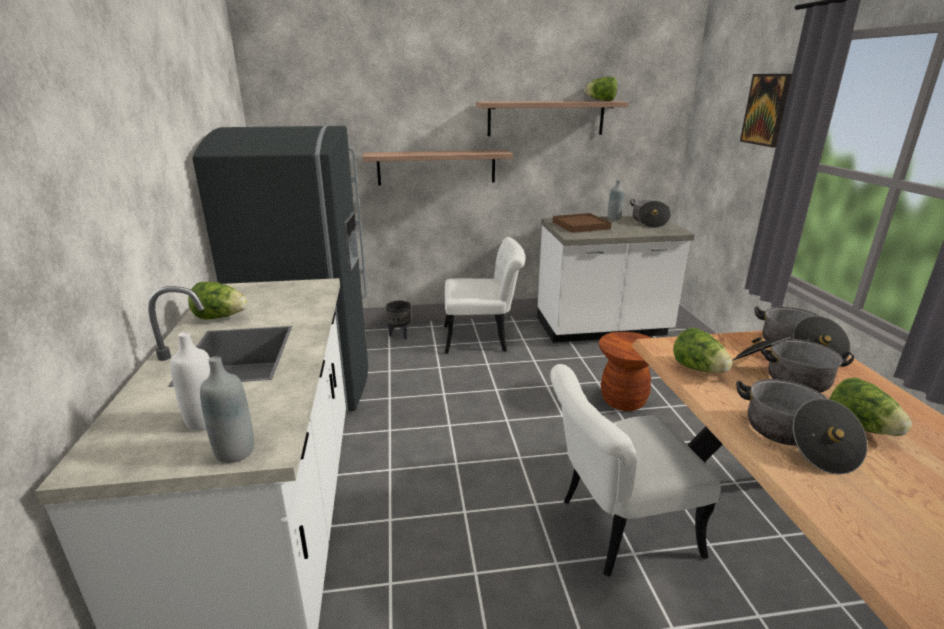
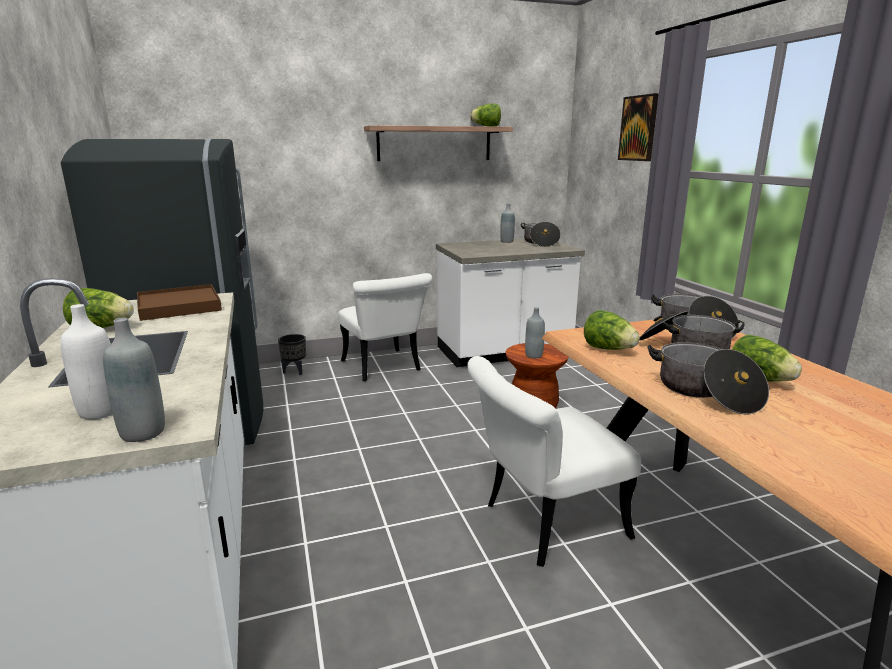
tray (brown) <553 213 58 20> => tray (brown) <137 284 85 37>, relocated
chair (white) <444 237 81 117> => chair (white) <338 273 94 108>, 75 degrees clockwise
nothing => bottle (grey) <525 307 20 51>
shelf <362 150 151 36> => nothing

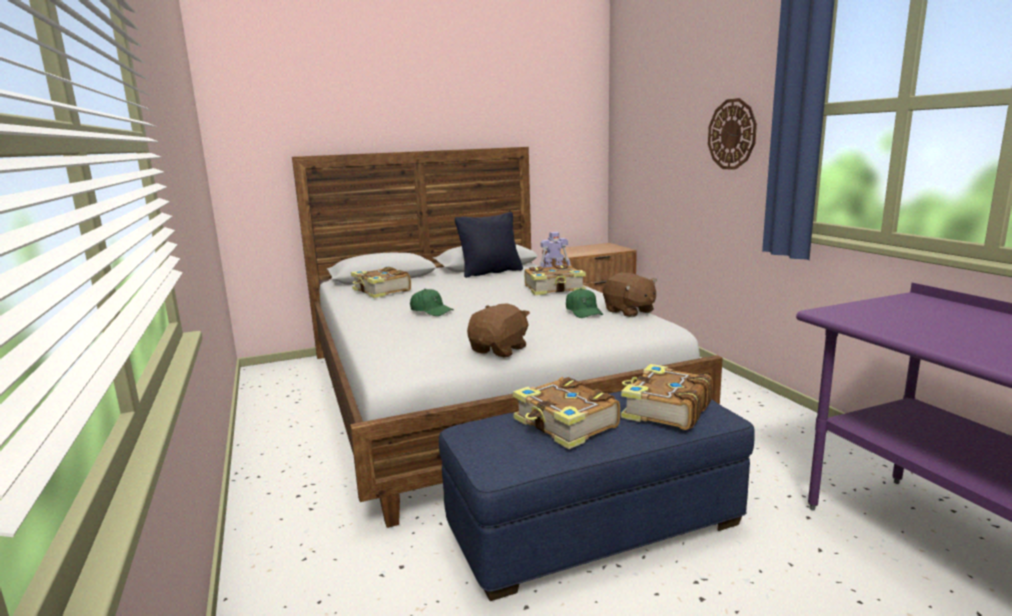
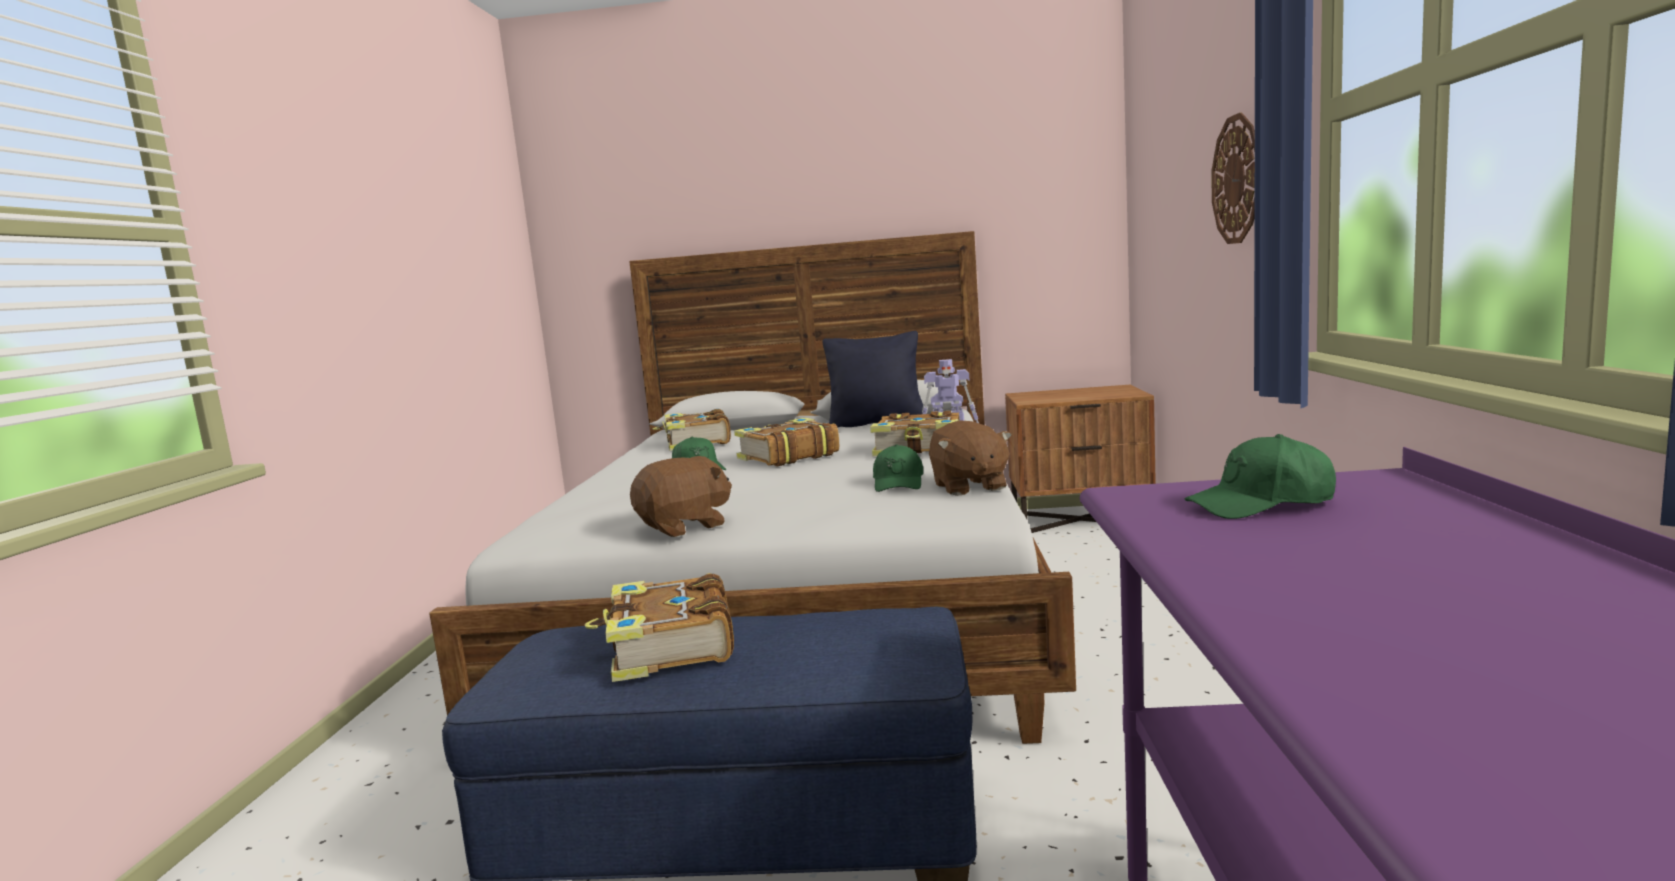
book <621 364 92 66> => book <734 418 105 48>, relocated
nothing => cap (green) <1185 434 151 85>

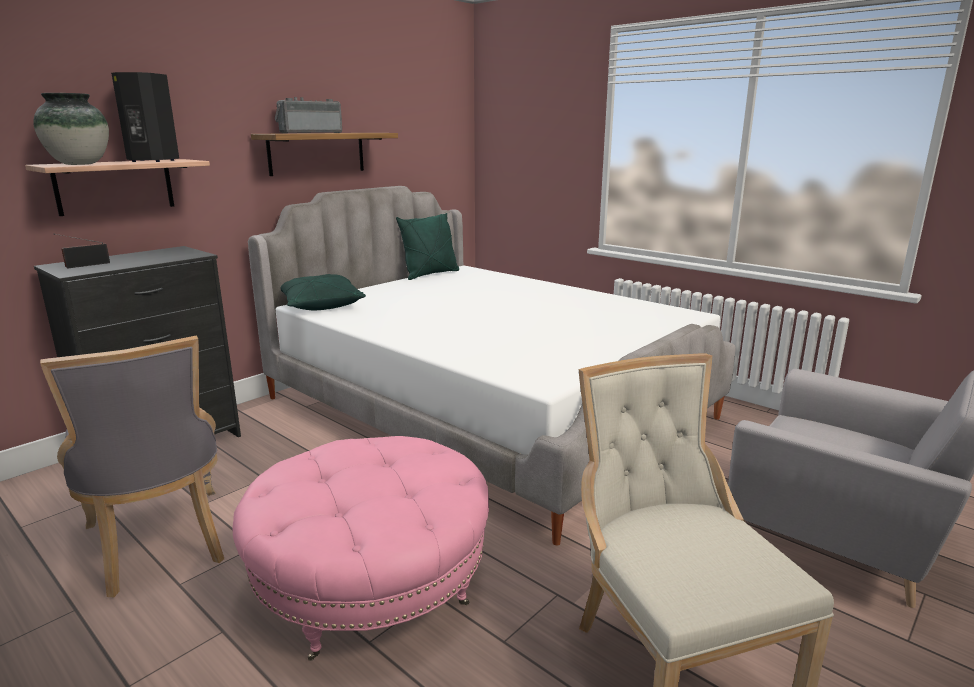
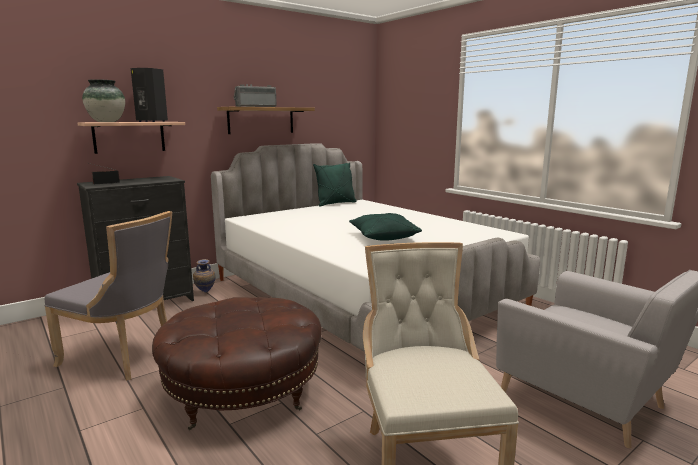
chair (grey) <40 336 184 261> => chair (grey) <44 211 128 170>, 45 degrees counterclockwise
ottoman (pink) <232 436 257 225> => ottoman (brown) <152 297 170 133>
nothing => vase <193 259 23 33>
pillow (green) <280 274 86 36> => pillow (green) <349 213 73 28>, relocated

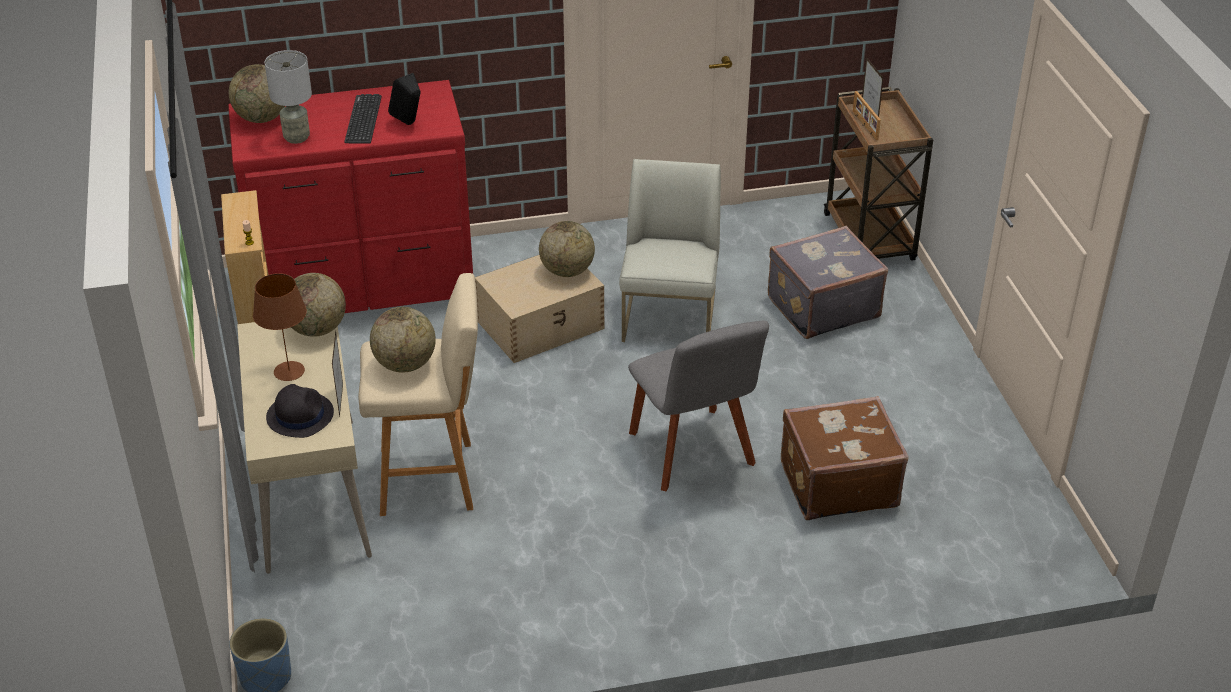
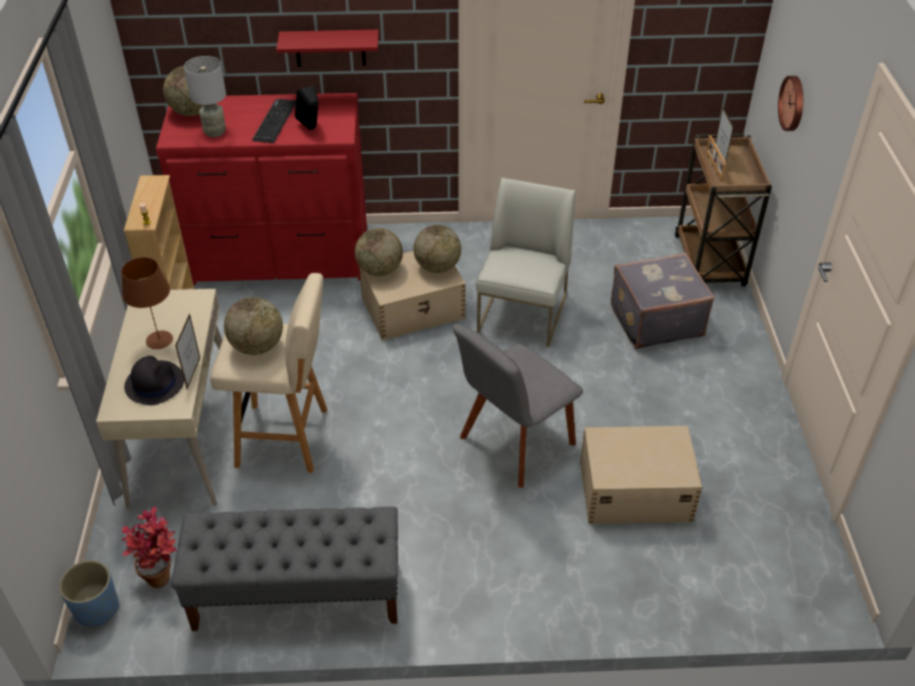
nothing => potted plant <122 507 55 81>
nothing => bench (grey) <171 507 227 124>
nothing => shelf (red) <276 30 102 37>
globe <291 273 55 64> => globe <355 228 48 48>, relocated
chair (grey) <628 320 141 171> => chair (grey) <453 324 130 164>, 60 degrees clockwise
suitcase (brown) <781 396 128 124> => storage box (beige) <580 426 122 98>
nothing => wall clock <778 76 25 55>

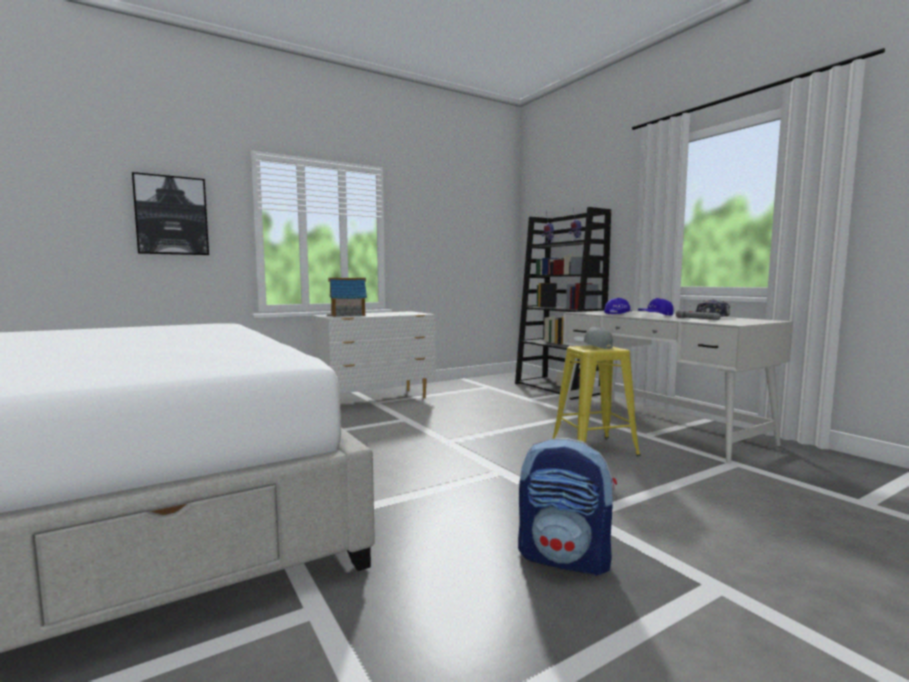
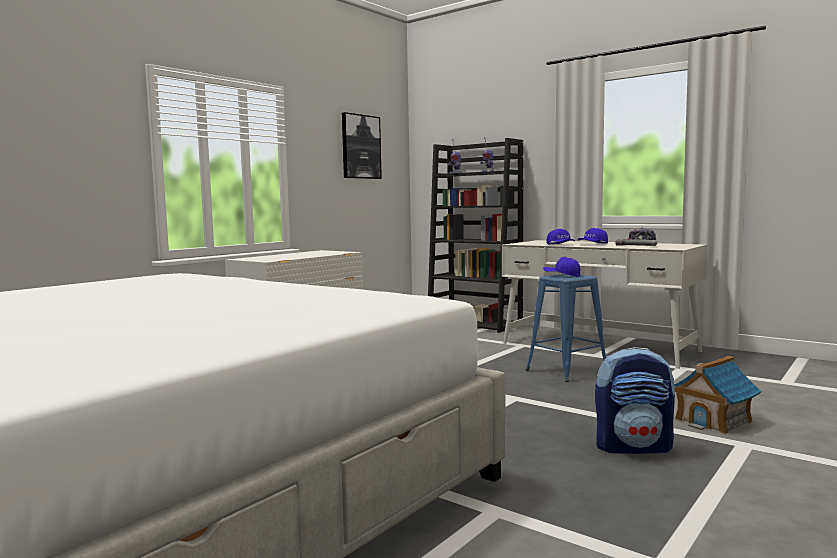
picture <132 172 77 83> => picture <342 112 40 67>, relocated
stool (yellow) <552 345 88 111> => stool (blue) <526 274 80 108>
cap (grey) <574 327 39 22> => cap (blue) <543 257 38 20>
toy house <327 278 40 39> => toy house <674 356 88 78>, relocated

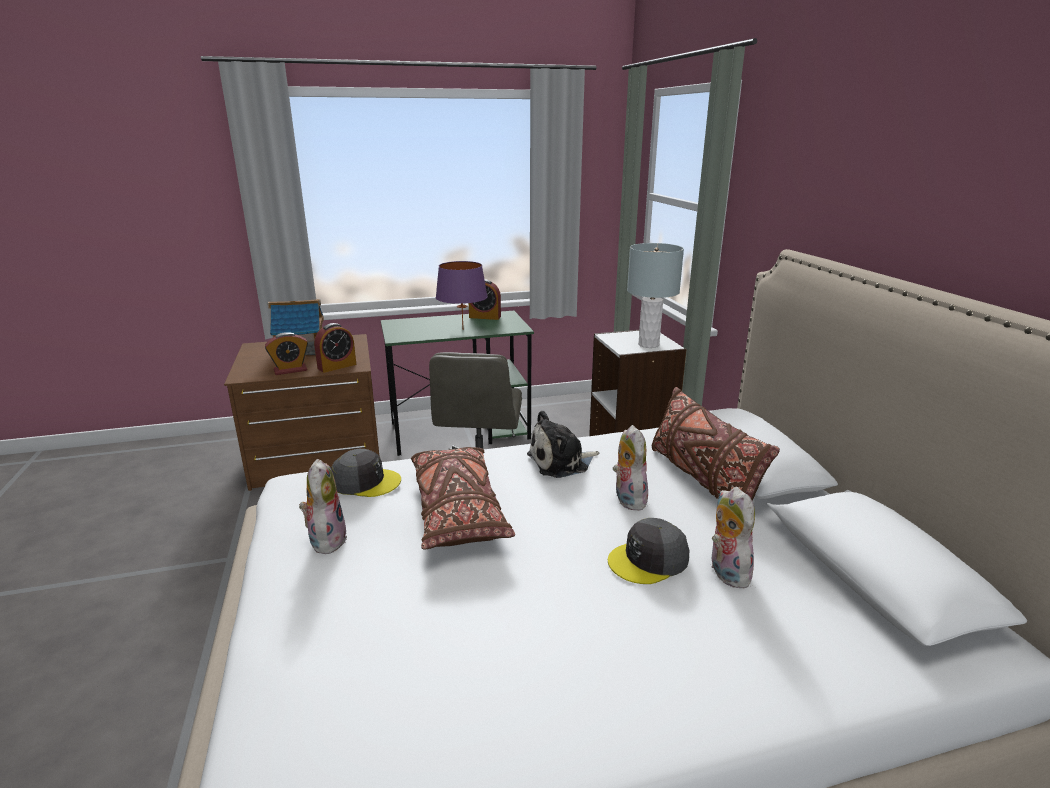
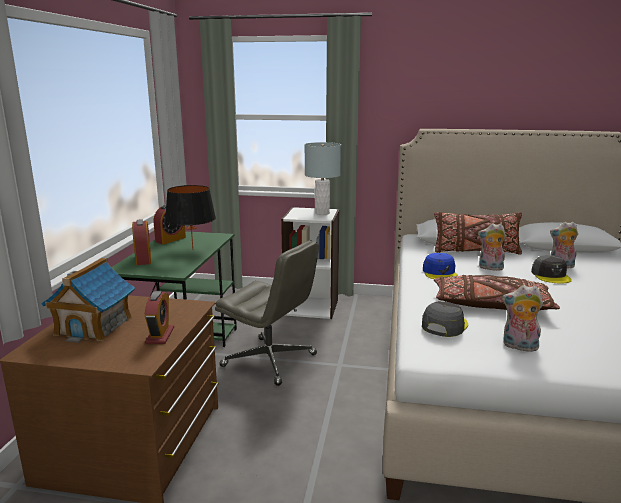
alarm clock <314 323 42 50> => alarm clock <132 219 19 46>, relocated
table lamp (purple) <436 261 52 66> => table lamp (black) <165 185 51 64>
plush toy <527 410 72 68> => cap (blue) <423 253 35 26>

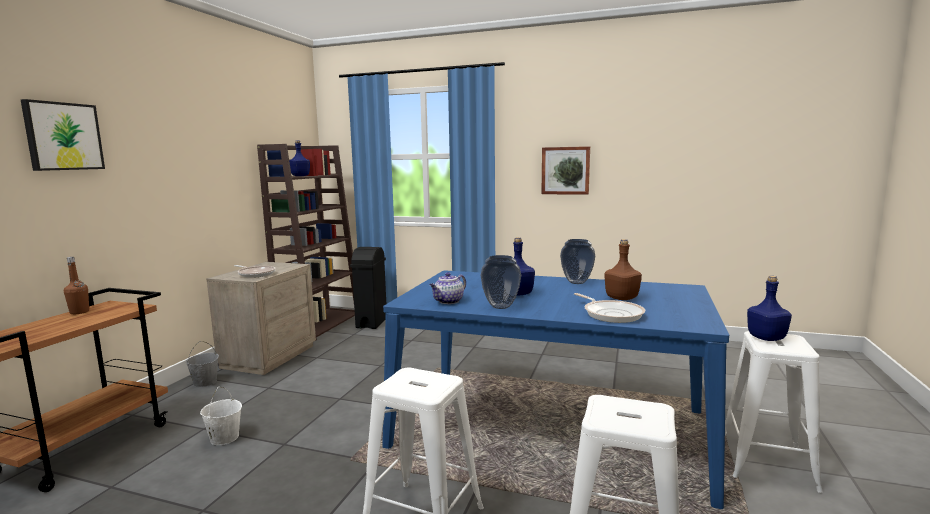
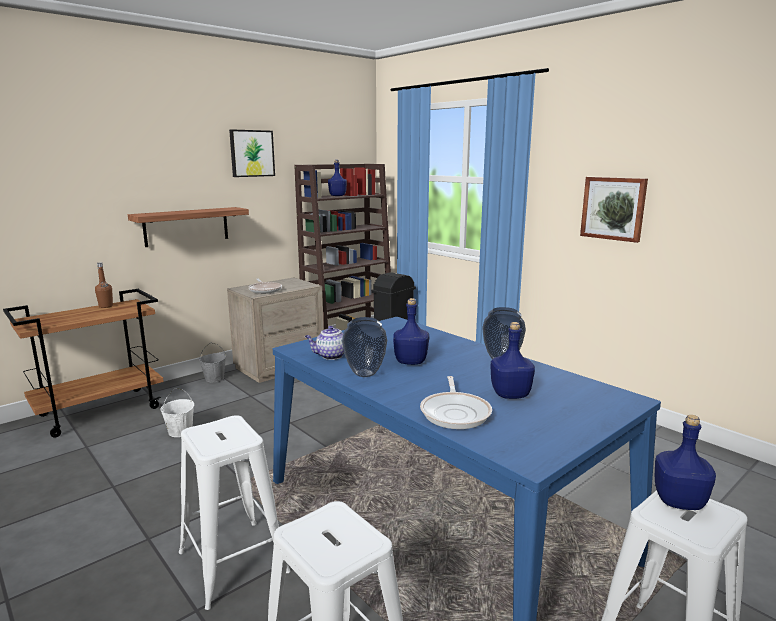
nothing => shelf <128 207 121 40>
picture <21 99 84 72> => picture <229 129 46 48>, relocated
bottle (brown) <604 239 38 61> => bottle (blue) <490 322 45 77>

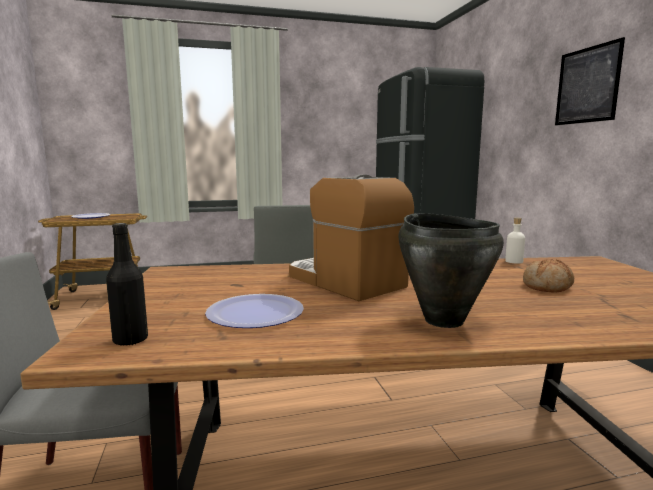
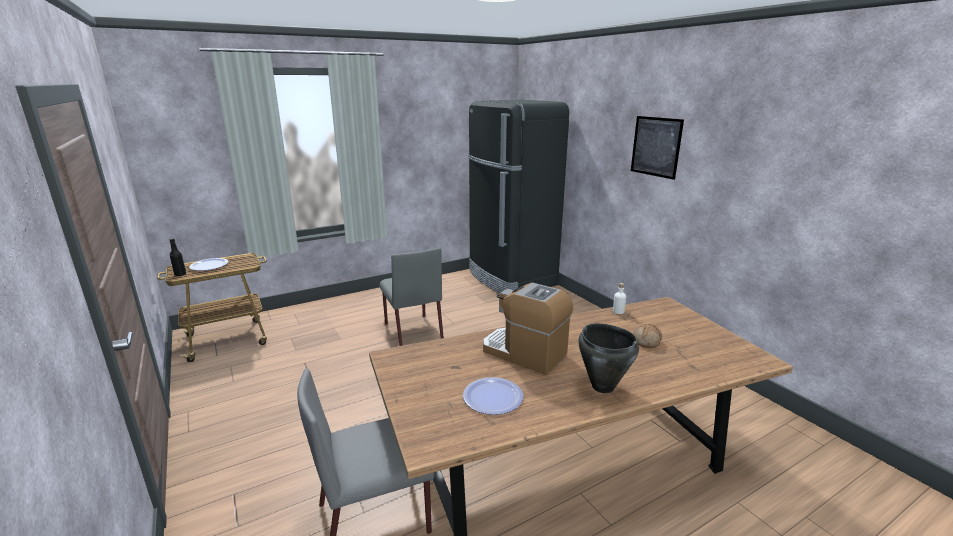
bottle (black) <106 223 42 123> => bottle (black) <169 238 17 38>, relocated

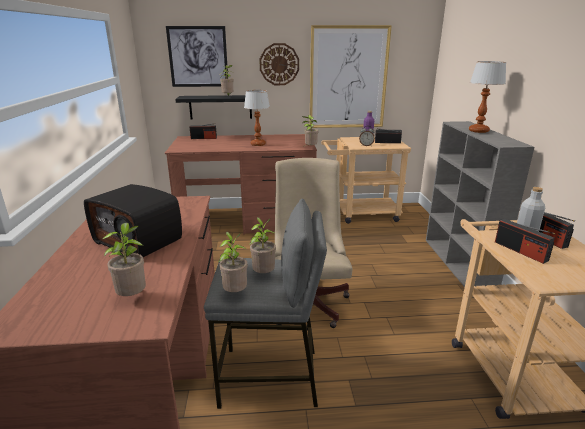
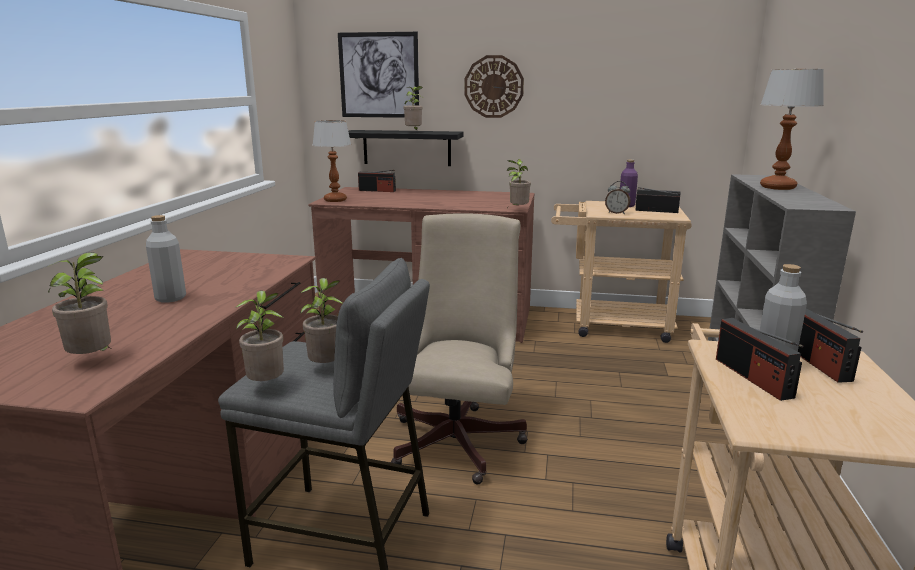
radio <84 184 98 73> => bottle (grey) <146 215 40 88>
table lamp <244 90 26 56> => table lamp <312 120 39 82>, relocated
picture <310 25 82 103> => nothing

